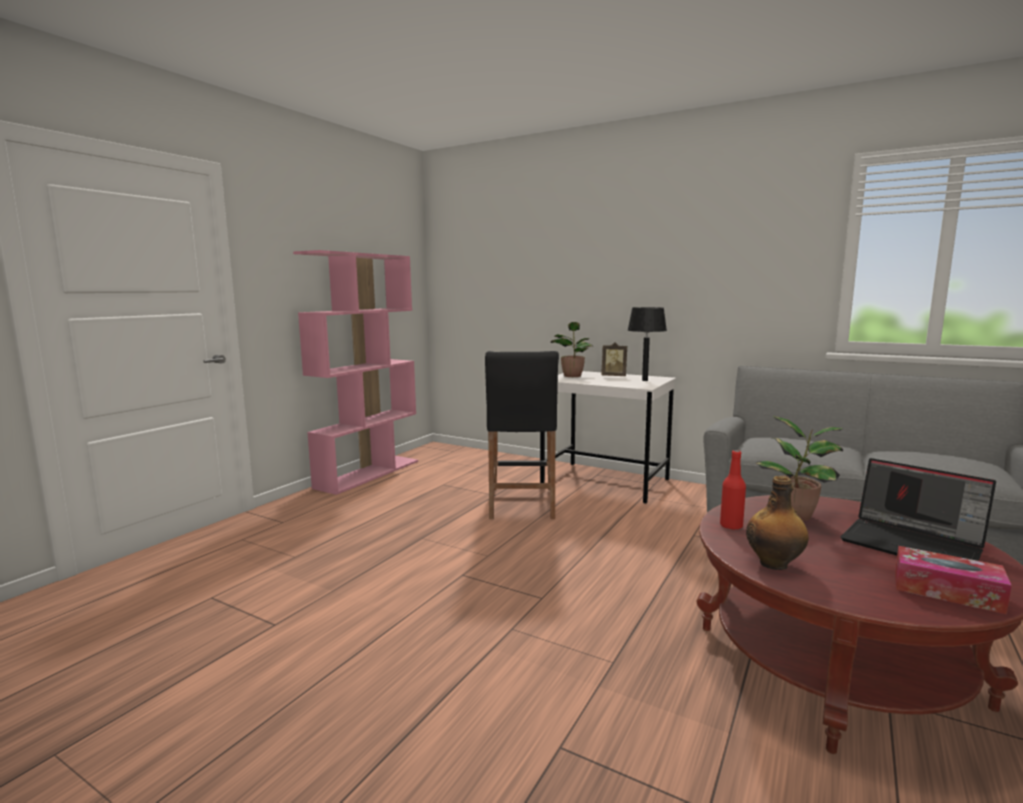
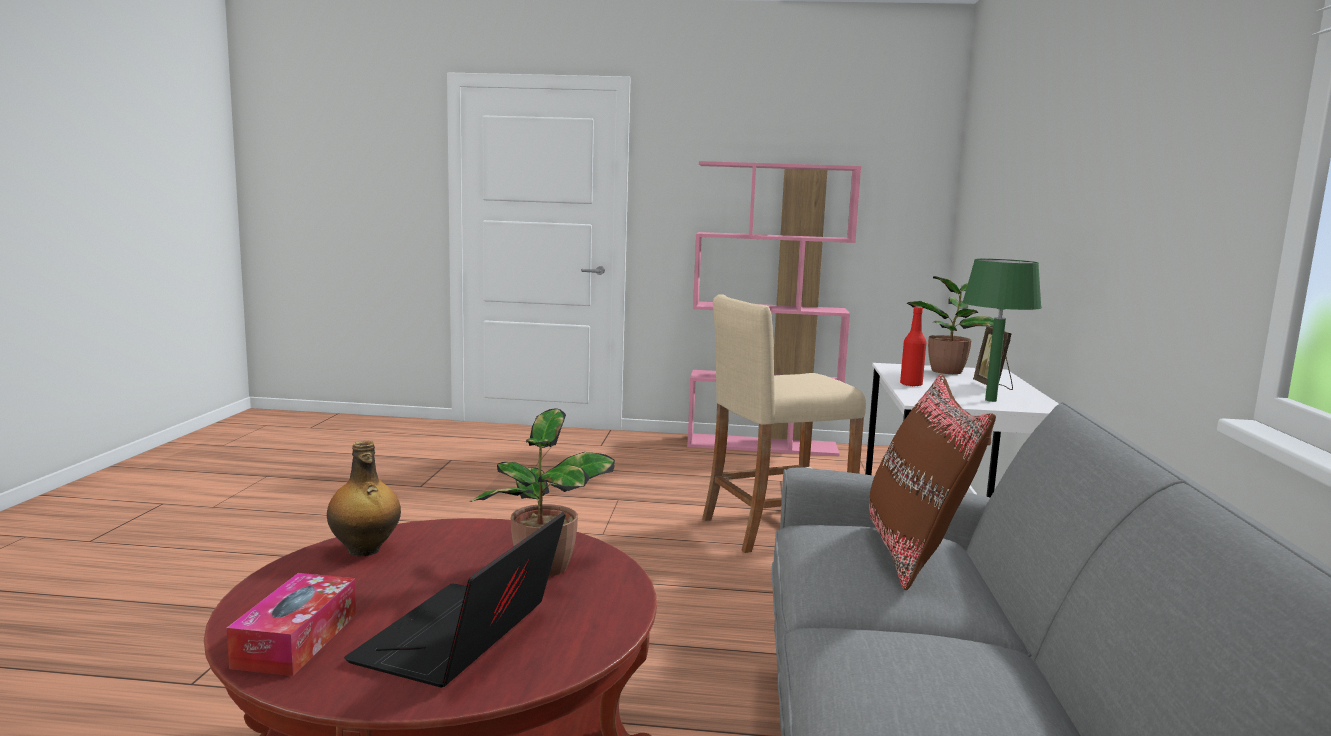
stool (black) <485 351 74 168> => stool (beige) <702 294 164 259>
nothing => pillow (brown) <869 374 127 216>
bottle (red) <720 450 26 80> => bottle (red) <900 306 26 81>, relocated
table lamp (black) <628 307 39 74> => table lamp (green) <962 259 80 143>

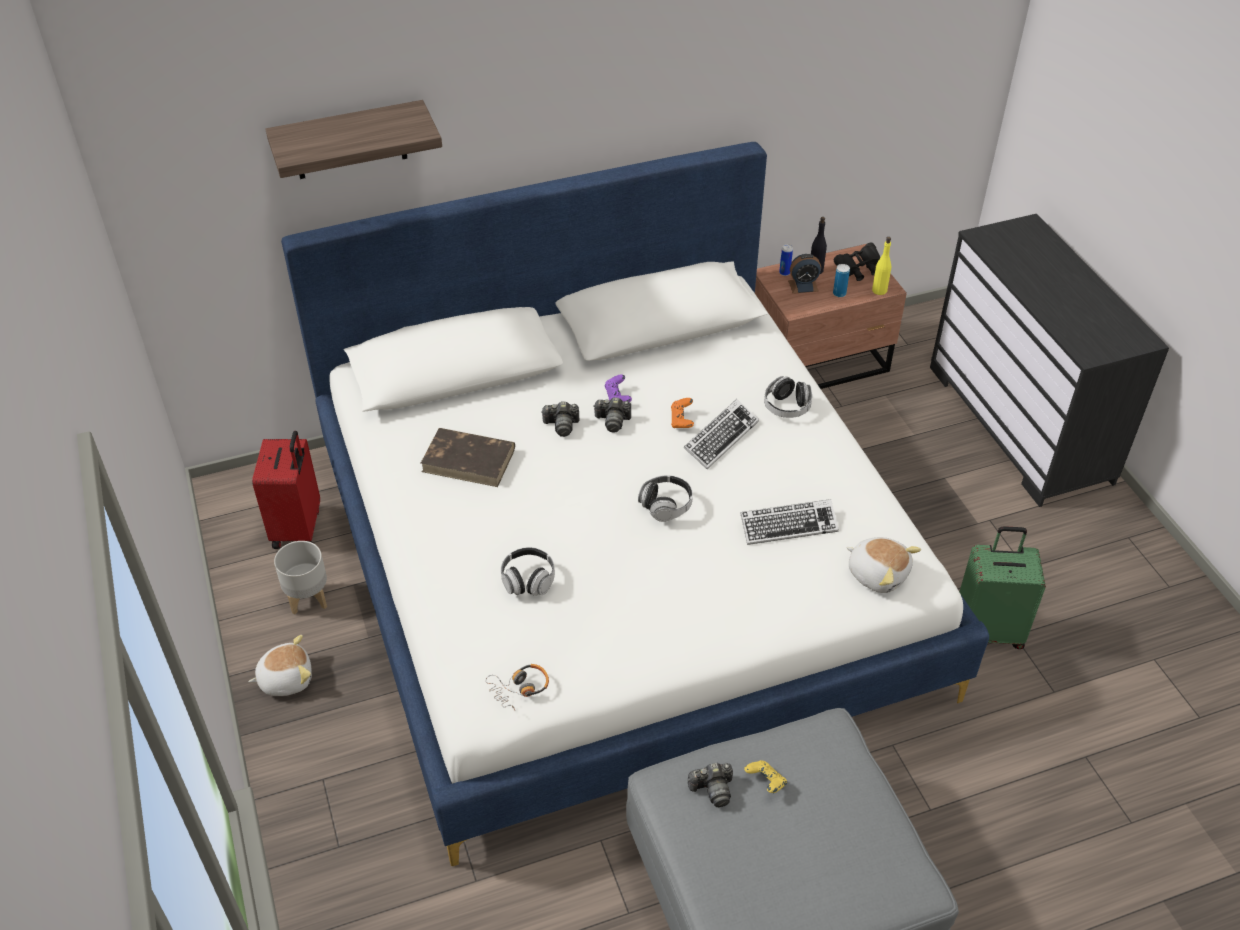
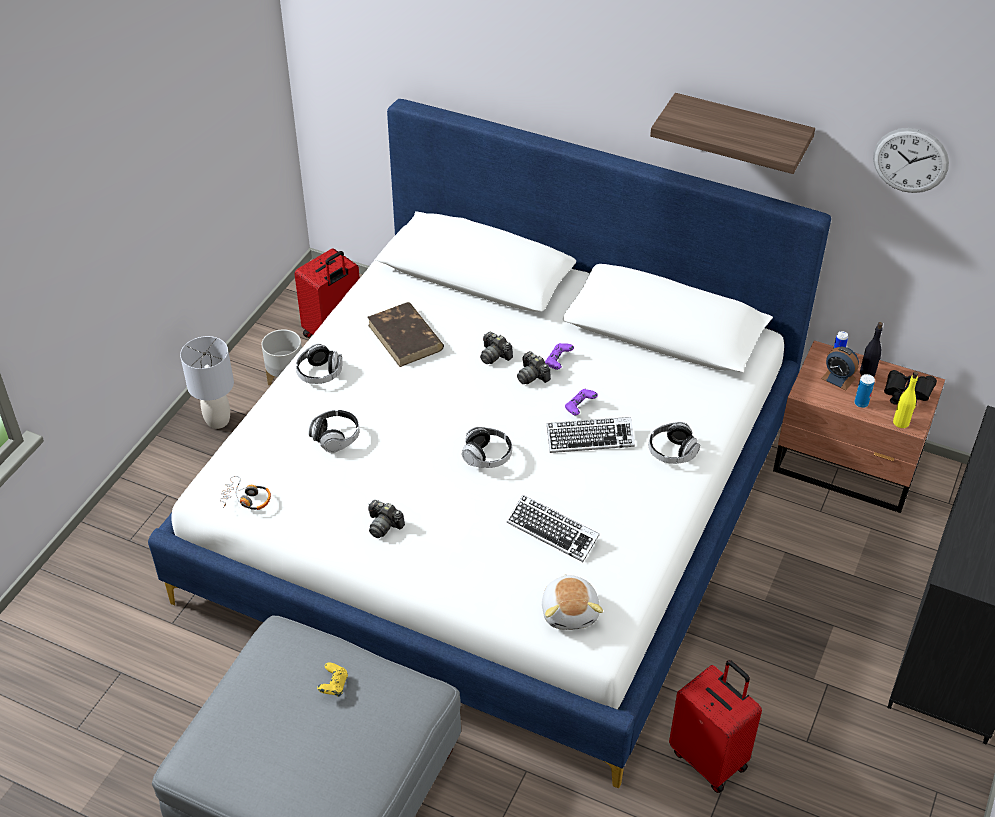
plush toy <248 635 64 61> => table lamp (grey) <180 336 54 93>
nothing => headphones <296 344 46 40>
photo camera <688 763 45 44> => photo camera <368 500 37 38>, relocated
game controller (orange) <671 398 23 30> => game controller (purple) <565 389 33 27>
shelf <265 100 177 79> => shelf <650 93 165 81>, relocated
suitcase (green) <960 526 86 123> => suitcase (red) <669 660 93 133>
nothing => wall clock <873 128 76 65>

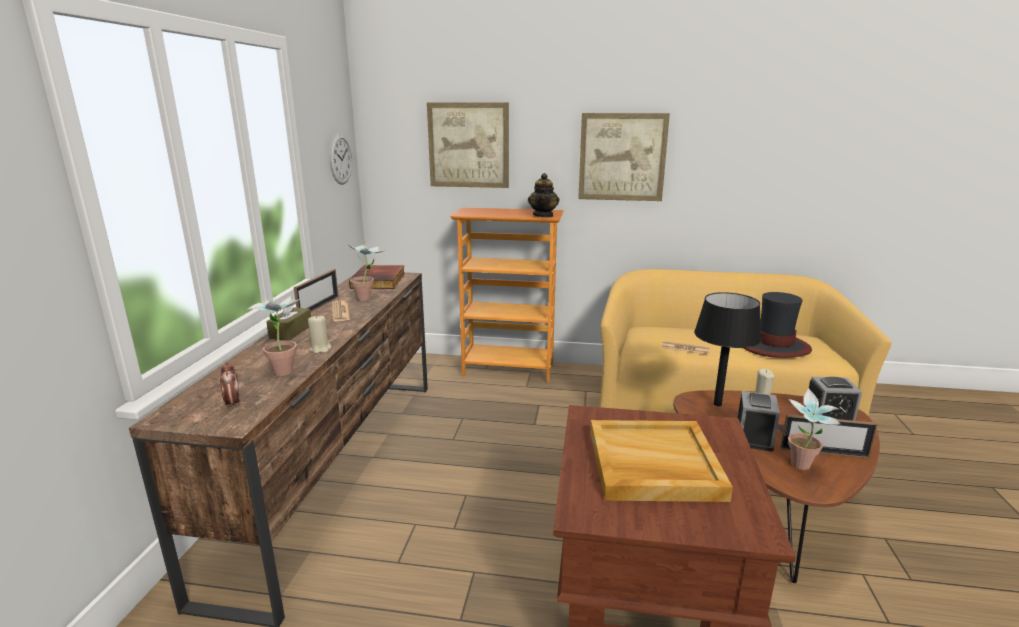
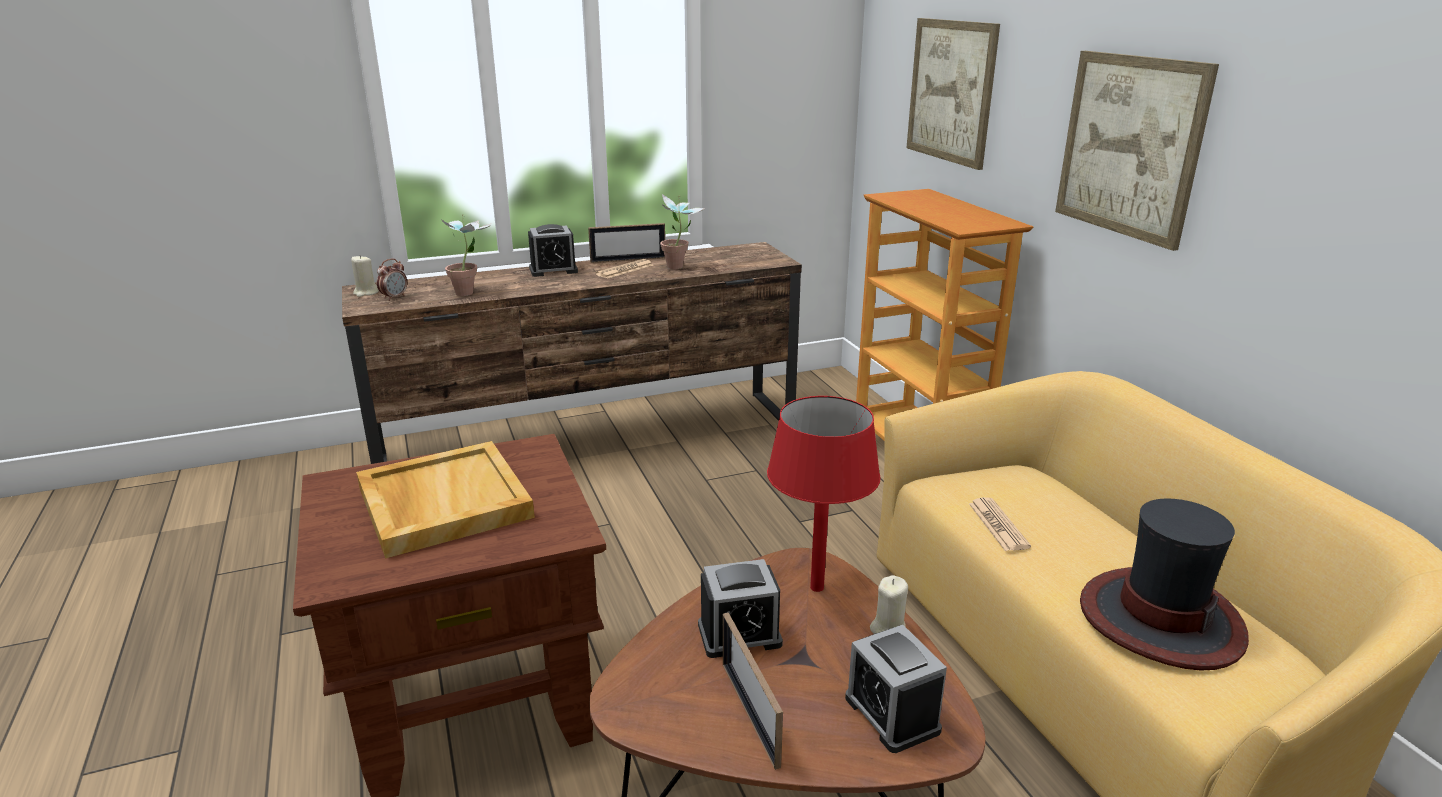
candle (beige) <308 314 23 39> => candle (beige) <351 255 28 42>, relocated
tissue box (brown) <266 299 45 42> => alarm clock <528 224 50 53>
table lamp (black) <694 292 68 114> => table lamp (red) <767 396 114 196>
wall clock <329 134 23 51> => nothing
book <349 265 56 24> => nothing
teapot <528 173 31 44> => nothing
potted plant <788 388 53 82> => nothing

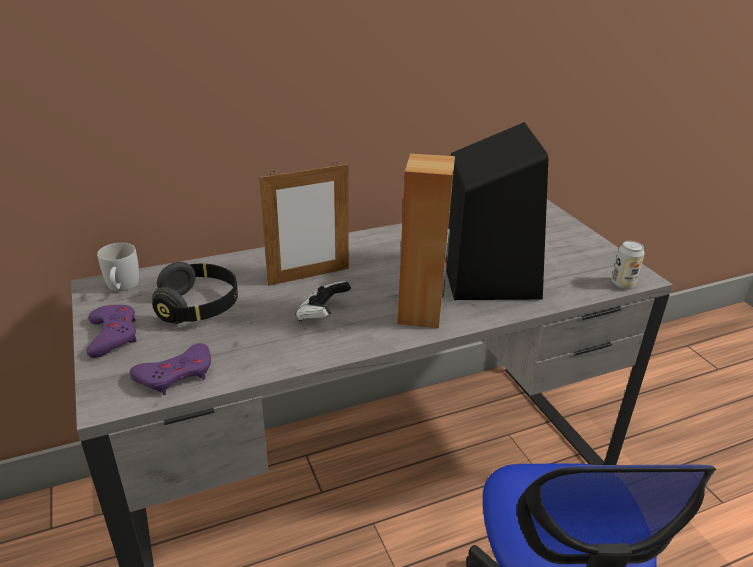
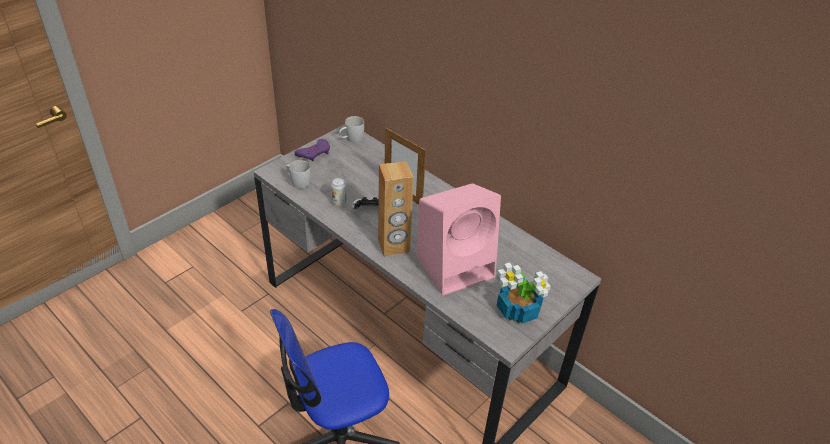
game controller (purple) <130 343 81 52> => mug (white) <285 160 26 29>
can <612 241 33 48> => can <331 178 16 28>, relocated
speaker (black) <446 122 102 178> => speaker (pink) <416 183 85 113>
nothing => potted plant <497 262 54 61>
headphones (black) <152 262 86 62> => nothing

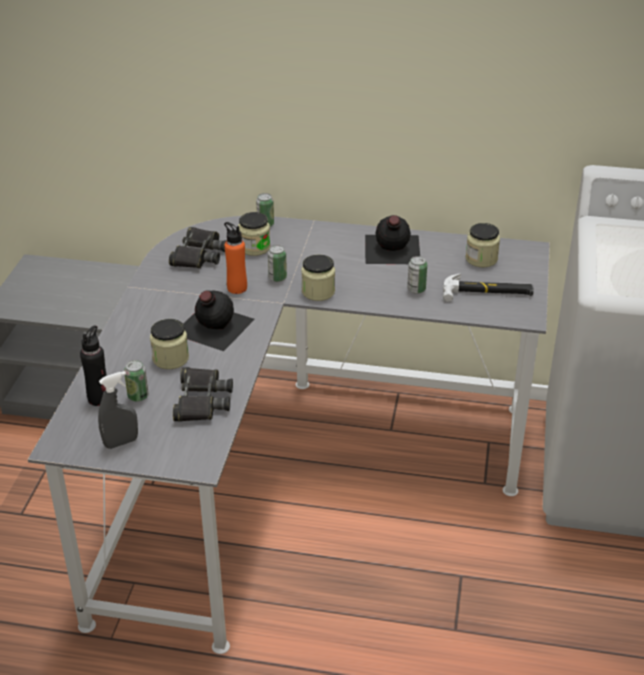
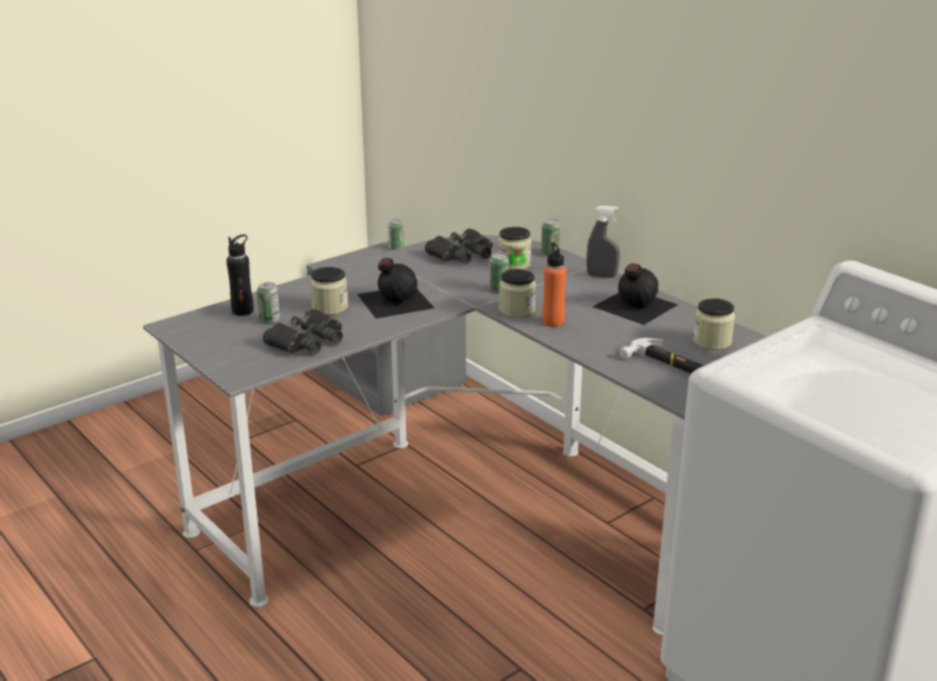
can <407 256 20 38> => can <388 219 16 31>, relocated
bottle (orange) <224 222 23 72> => bottle (orange) <542 242 25 85>, relocated
spray bottle (grey) <98 371 40 78> => spray bottle (grey) <586 206 34 72>, relocated

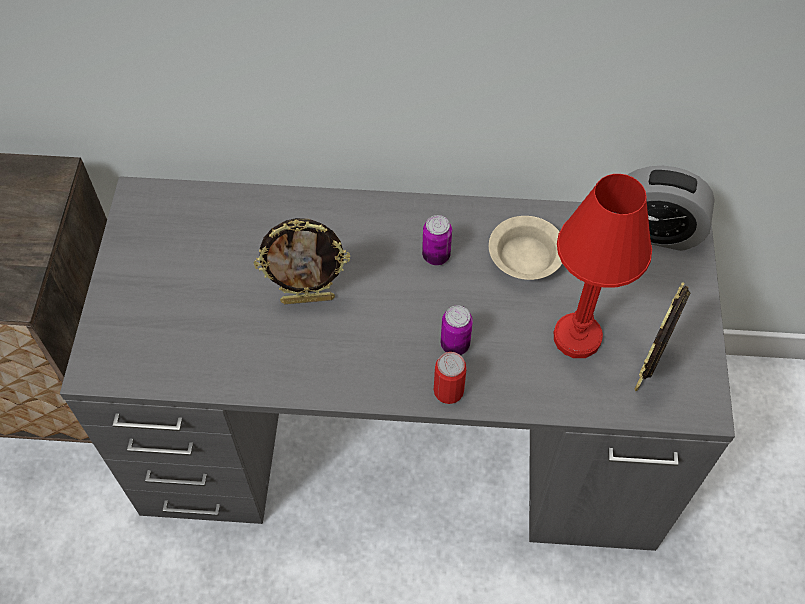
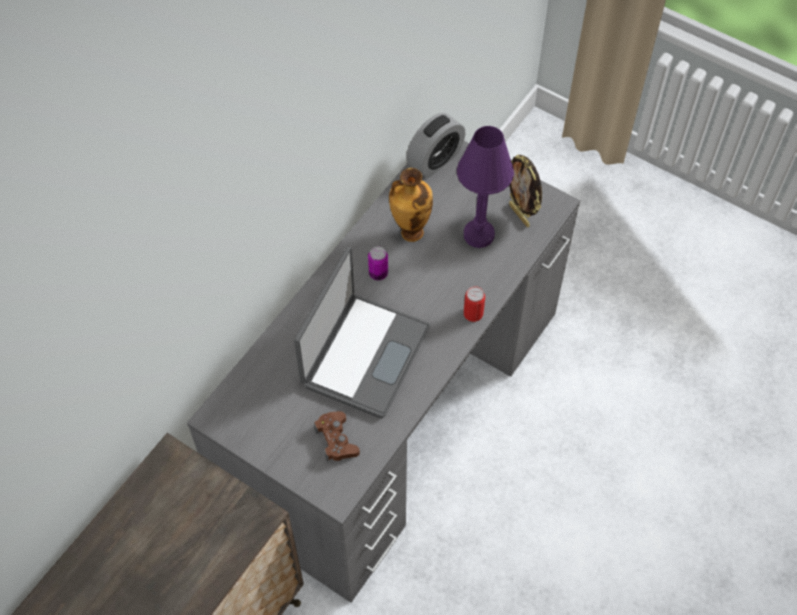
picture frame <254 218 96 86> => laptop <294 247 136 171>
nothing => game controller (brown) <314 411 46 50>
bowl (beige) <489 216 73 64> => vase <389 168 44 74>
table lamp (red) <554 174 98 184> => table lamp (purple) <457 126 57 122>
can <441 305 32 50> => nothing

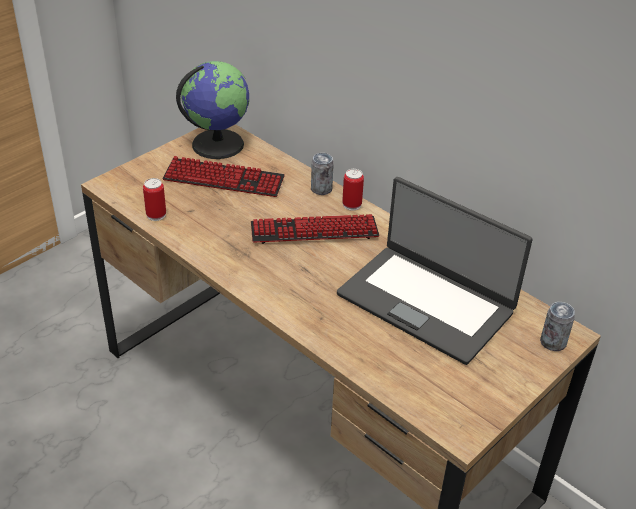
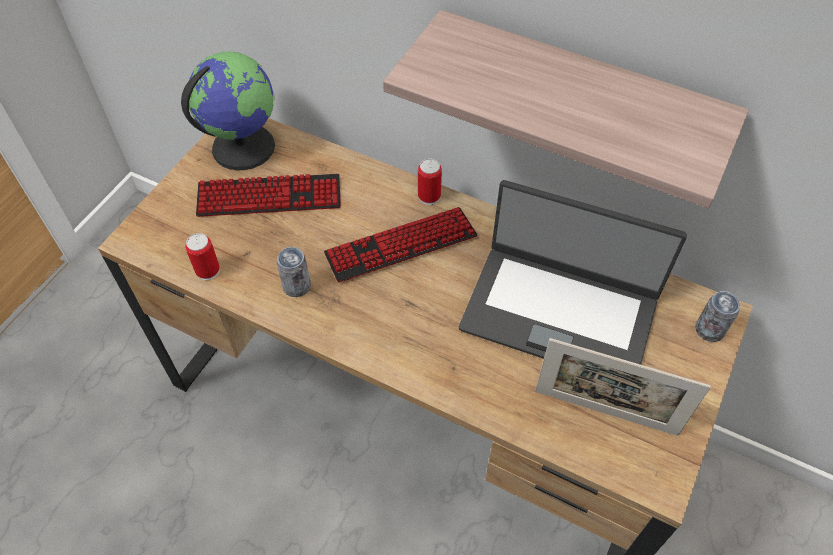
can <311 153 23 42> => can <277 247 34 50>, relocated
nothing => shelf <383 10 366 198>
nothing => picture frame <535 338 176 98>

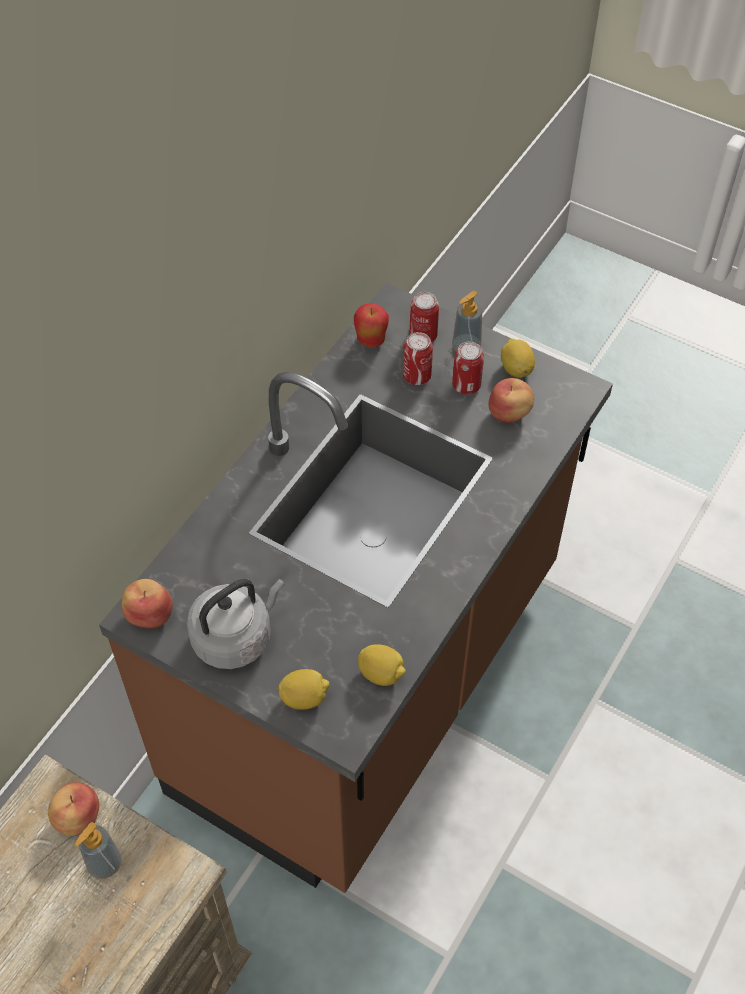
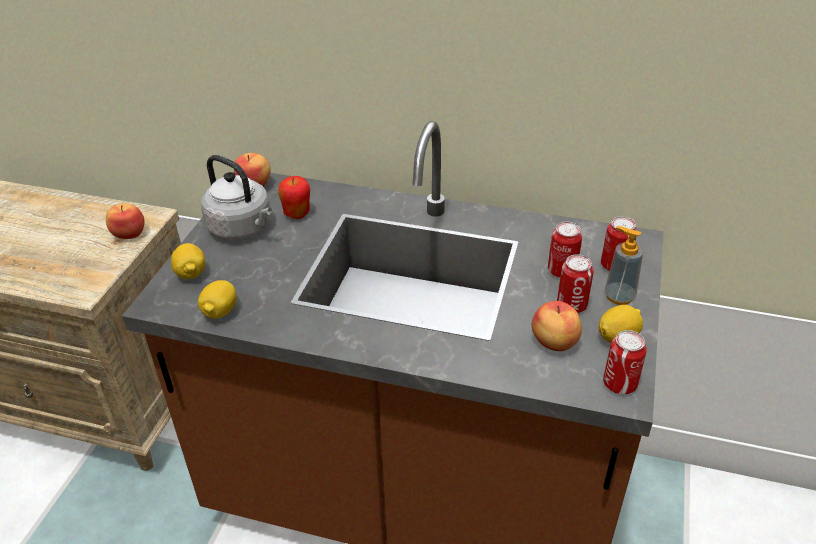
apple <354 303 35 44> => apple <278 176 32 43>, relocated
nothing => can <603 330 44 64>
soap dispenser <74 822 48 57> => nothing

